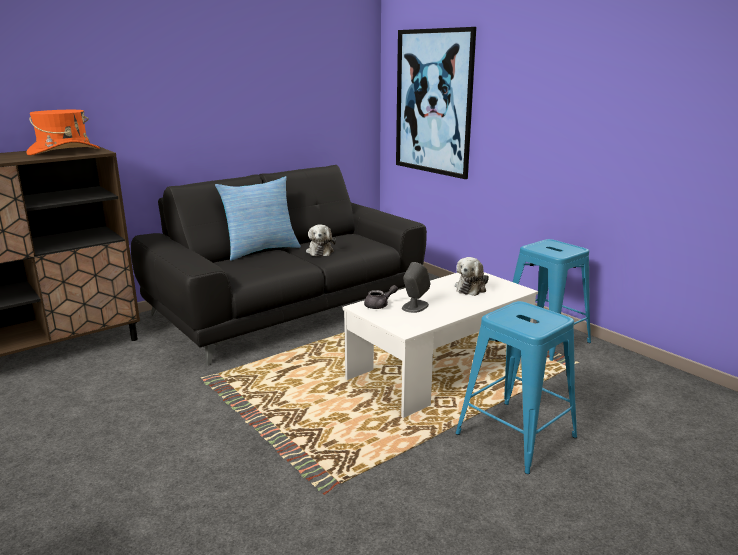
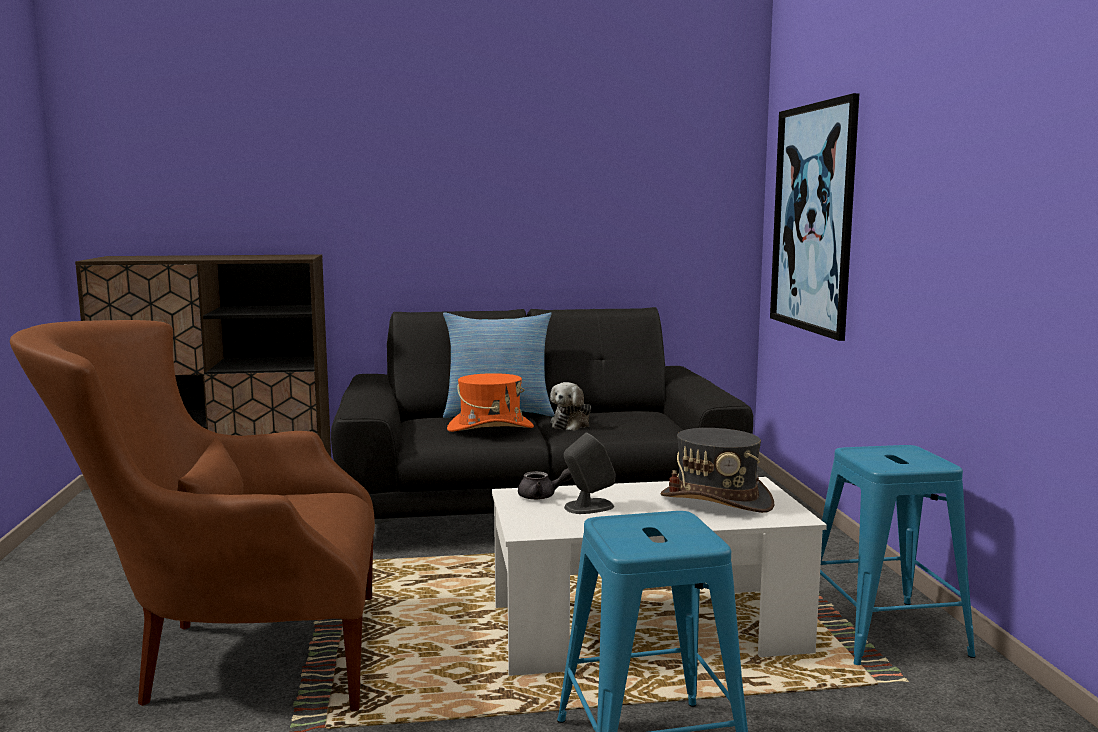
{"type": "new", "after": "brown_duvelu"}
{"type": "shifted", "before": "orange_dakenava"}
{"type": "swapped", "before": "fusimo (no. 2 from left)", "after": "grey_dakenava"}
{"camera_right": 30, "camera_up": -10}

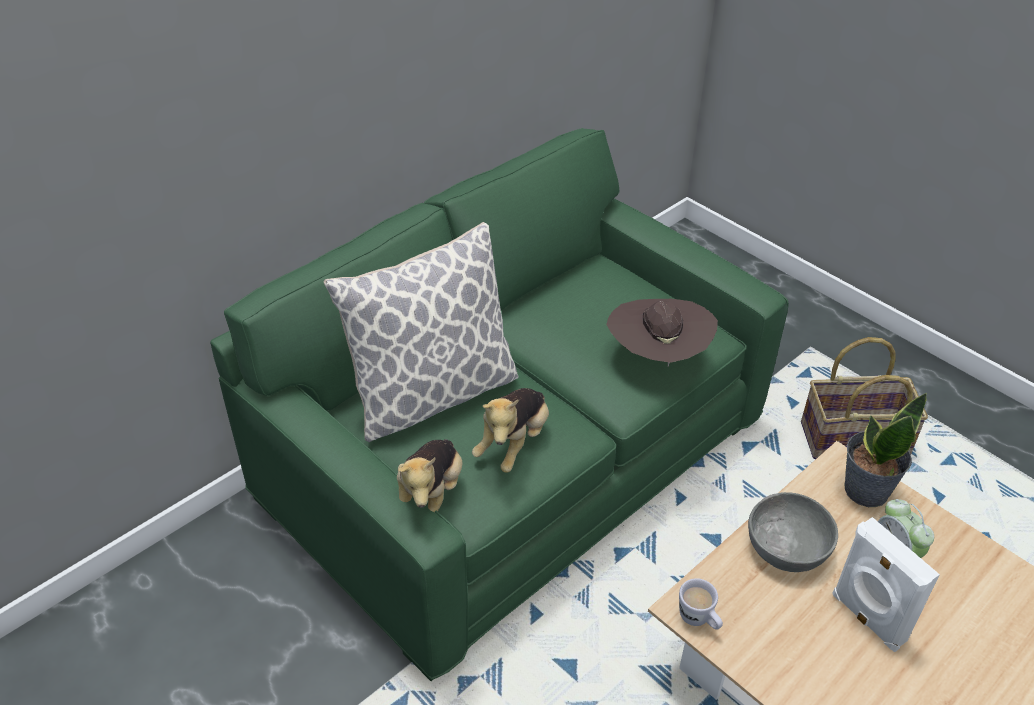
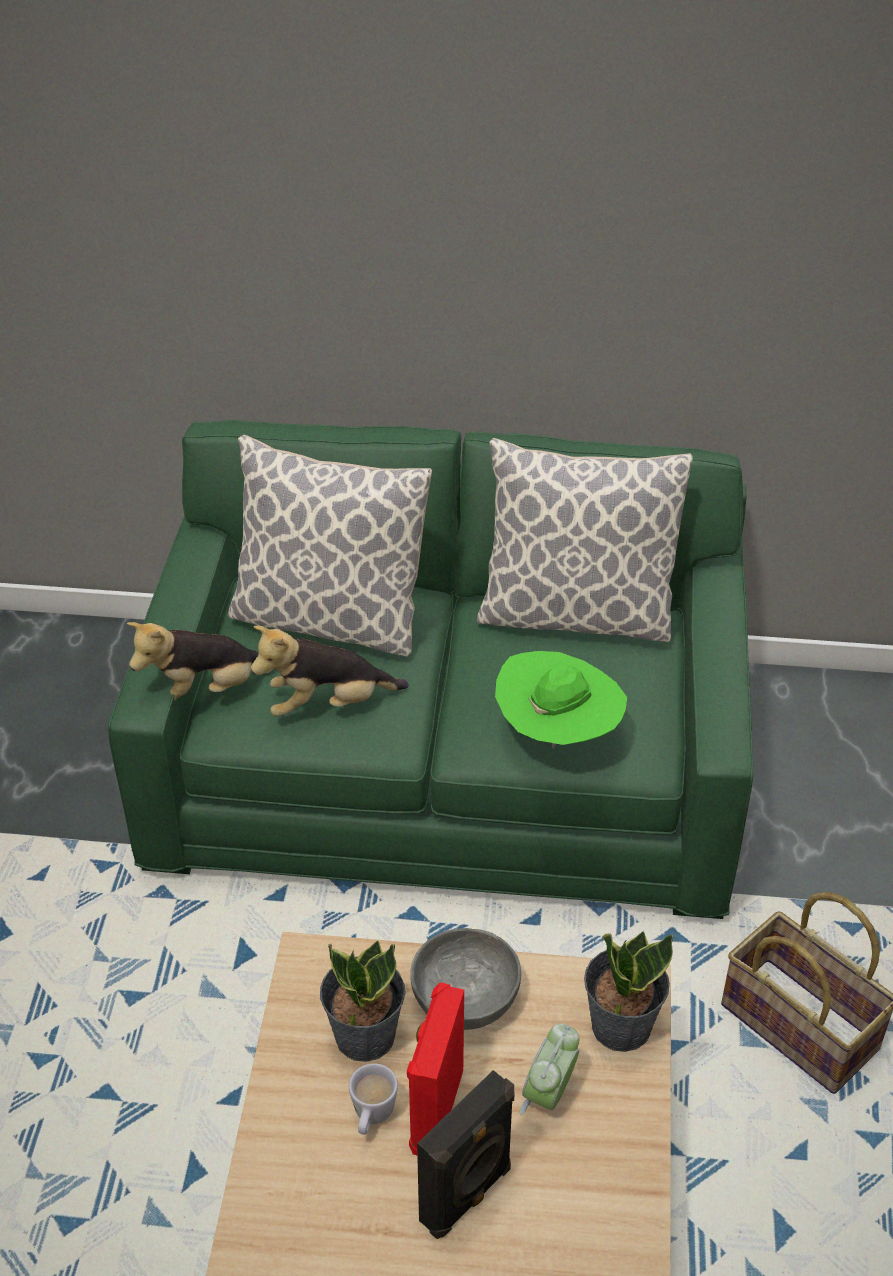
{"type": "new", "after": "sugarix (no. 1 from left)"}
{"type": "new", "after": "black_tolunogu"}
{"type": "new", "after": "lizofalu (no. 2 from left)"}
{"type": "shifted", "before": "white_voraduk"}
{"type": "repainted", "before": "brown_dakenava", "after": "green_dakenava"}
{"type": "repainted", "before": "white_tolunogu", "after": "red_tolunogu"}
{"camera_right": 50, "camera_up": 0}

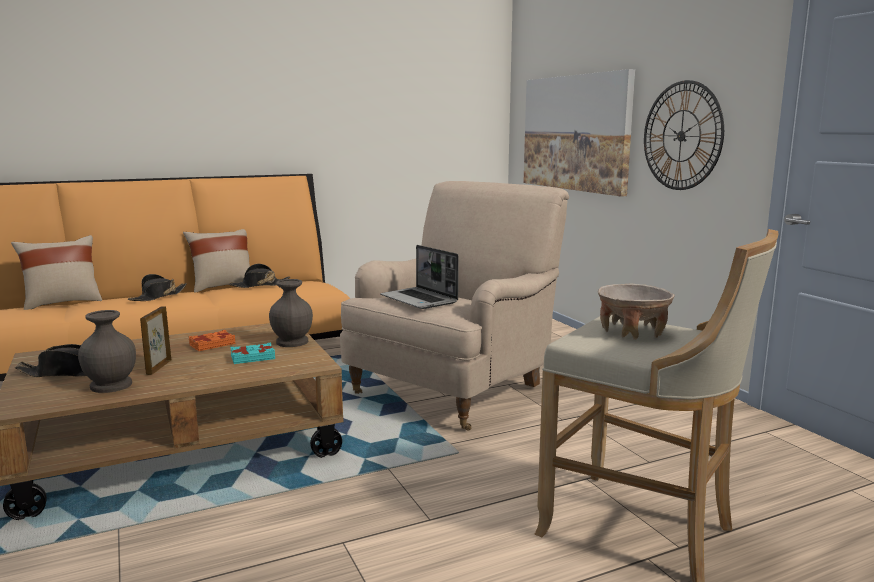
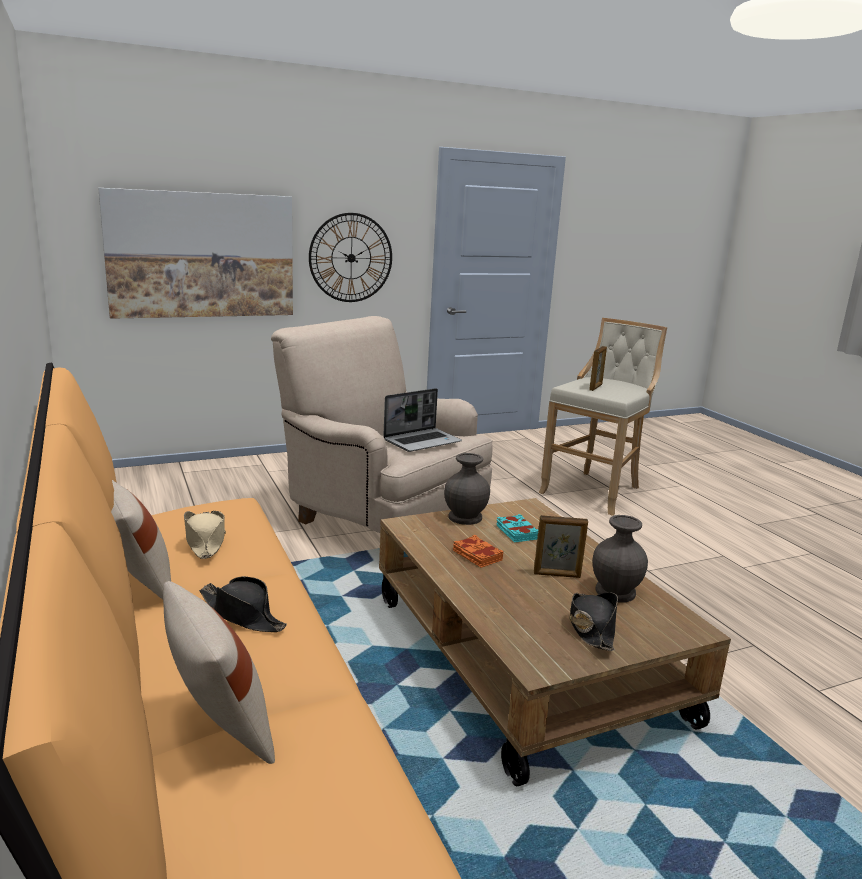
{"type": "swapped", "before": "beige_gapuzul", "after": "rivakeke (no. 2 from left)"}
{"type": "repainted", "before": "black_dakenava (no. 3 from left)", "after": "beige_dakenava"}
{"camera_right": -90, "camera_up": 5}

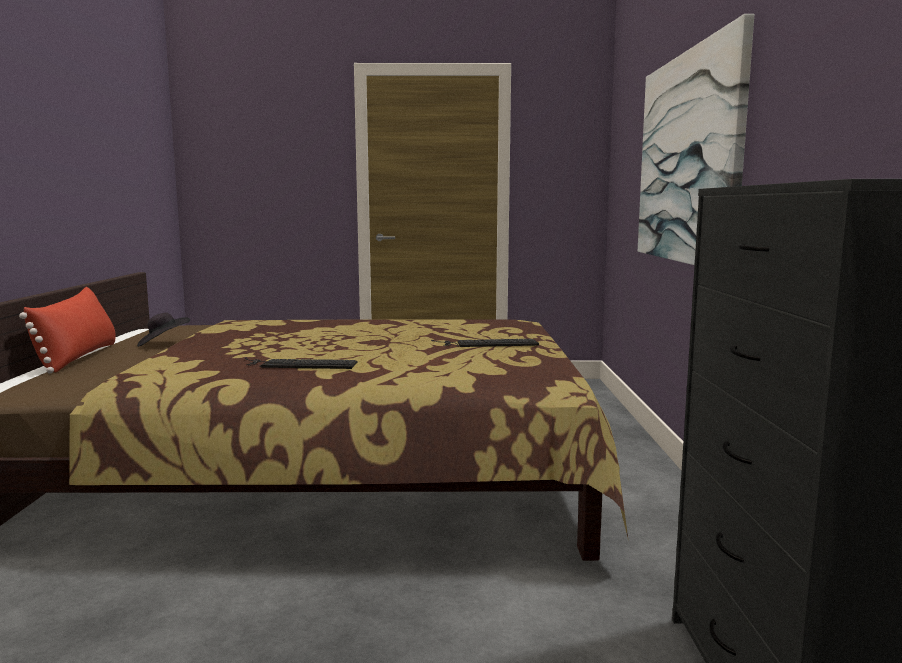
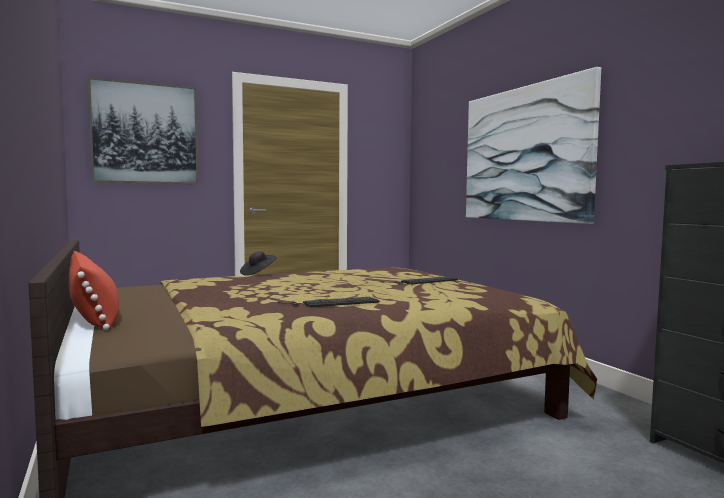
{"type": "new", "after": "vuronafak (no. 1 from left)"}
{"type": "shifted", "before": "black_dakenava"}
{"camera_right": -25, "camera_up": -5}

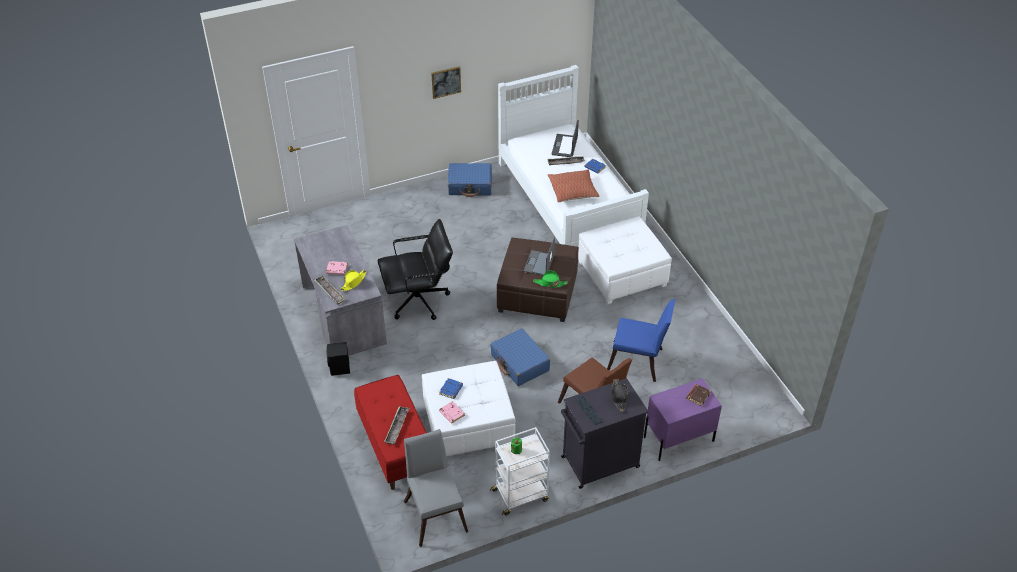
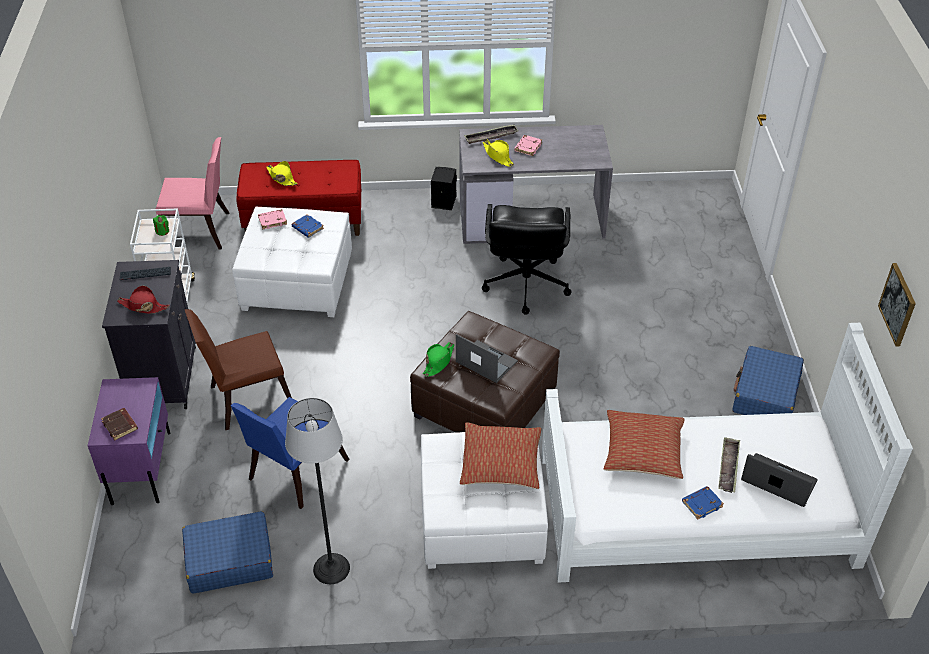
{"type": "new", "after": "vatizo"}
{"type": "new", "after": "lizofalu (no. 1 from left)"}
{"type": "shifted", "before": "vuronafak"}
{"type": "shifted", "before": "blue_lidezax (no. 2 from left in the first image)", "after": "blue_lidezax (no. 1 from left)"}
{"type": "swapped", "before": "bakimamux (no. 2 from left)", "after": "yellow_dakenava (no. 1 from left)"}
{"type": "repainted", "before": "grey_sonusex", "after": "pink_sonusex"}
{"type": "repainted", "before": "black_dakenava", "after": "red_dakenava"}
{"camera_right": 110, "camera_up": 0}

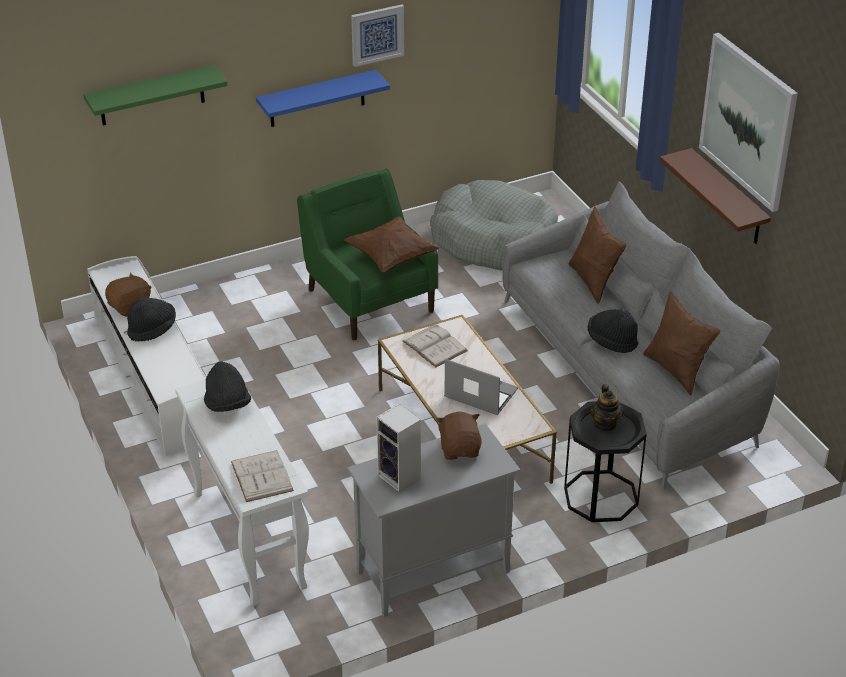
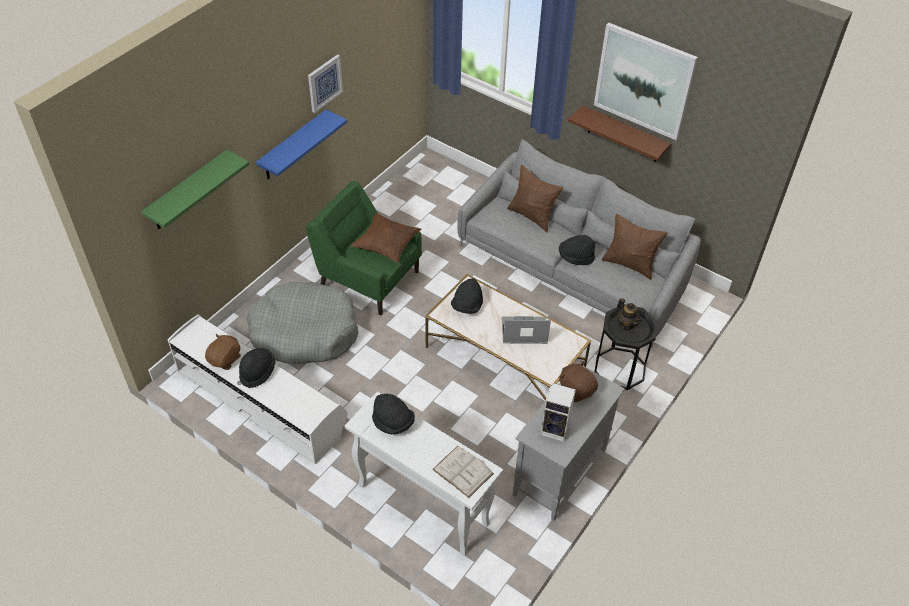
{"type": "shifted", "before": "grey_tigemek"}
{"type": "swapped", "before": "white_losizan (no. 2 from left)", "after": "black_dakenava (no. 3 from left)"}
{"camera_right": -30, "camera_up": 10}

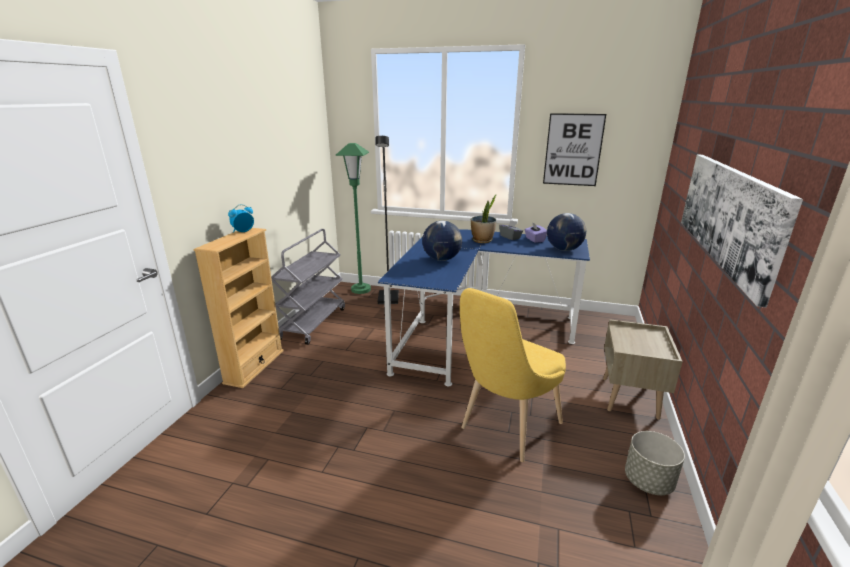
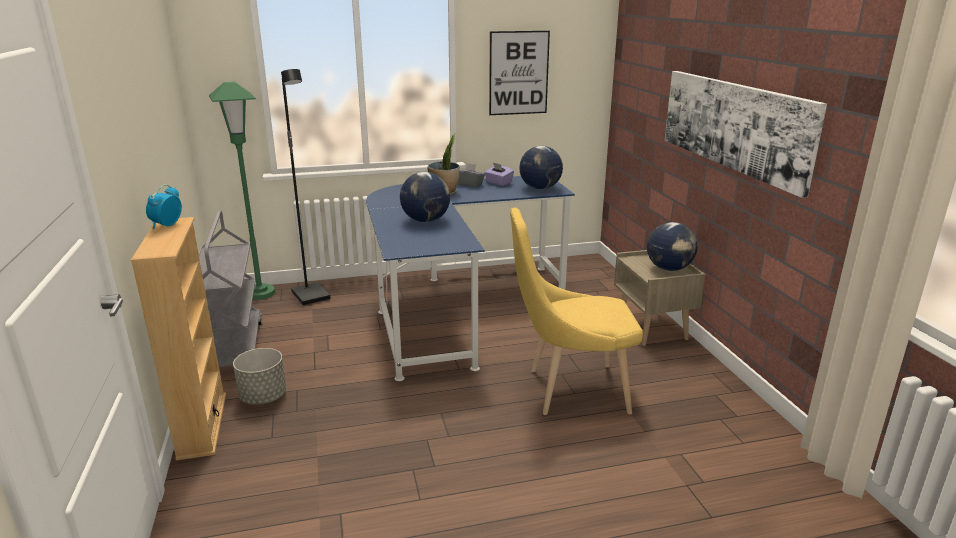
{"type": "new", "after": "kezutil (no. 3 from left)"}
{"type": "shifted", "before": "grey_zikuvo"}
{"type": "rotated", "before": "yellow_sonusex", "turn": 75}
{"camera_right": -30, "camera_up": 0}

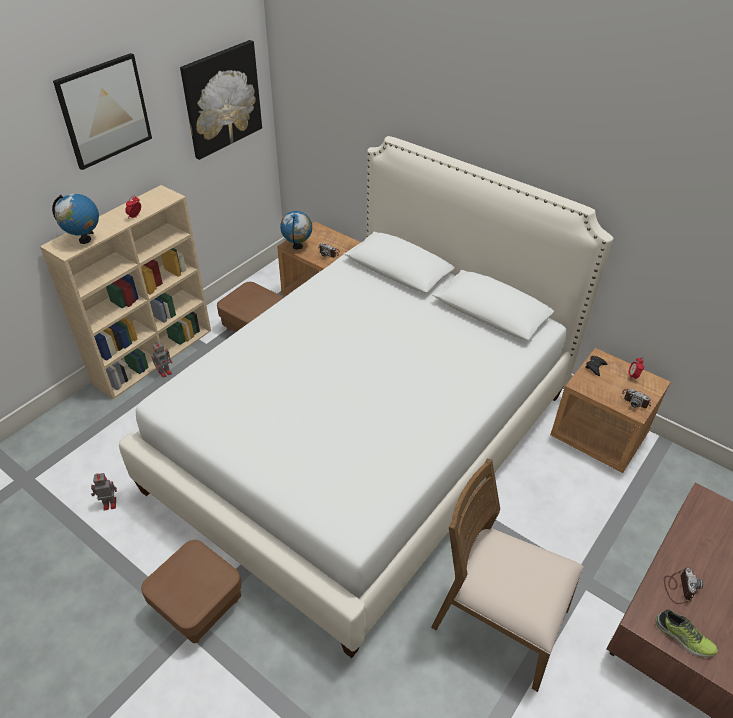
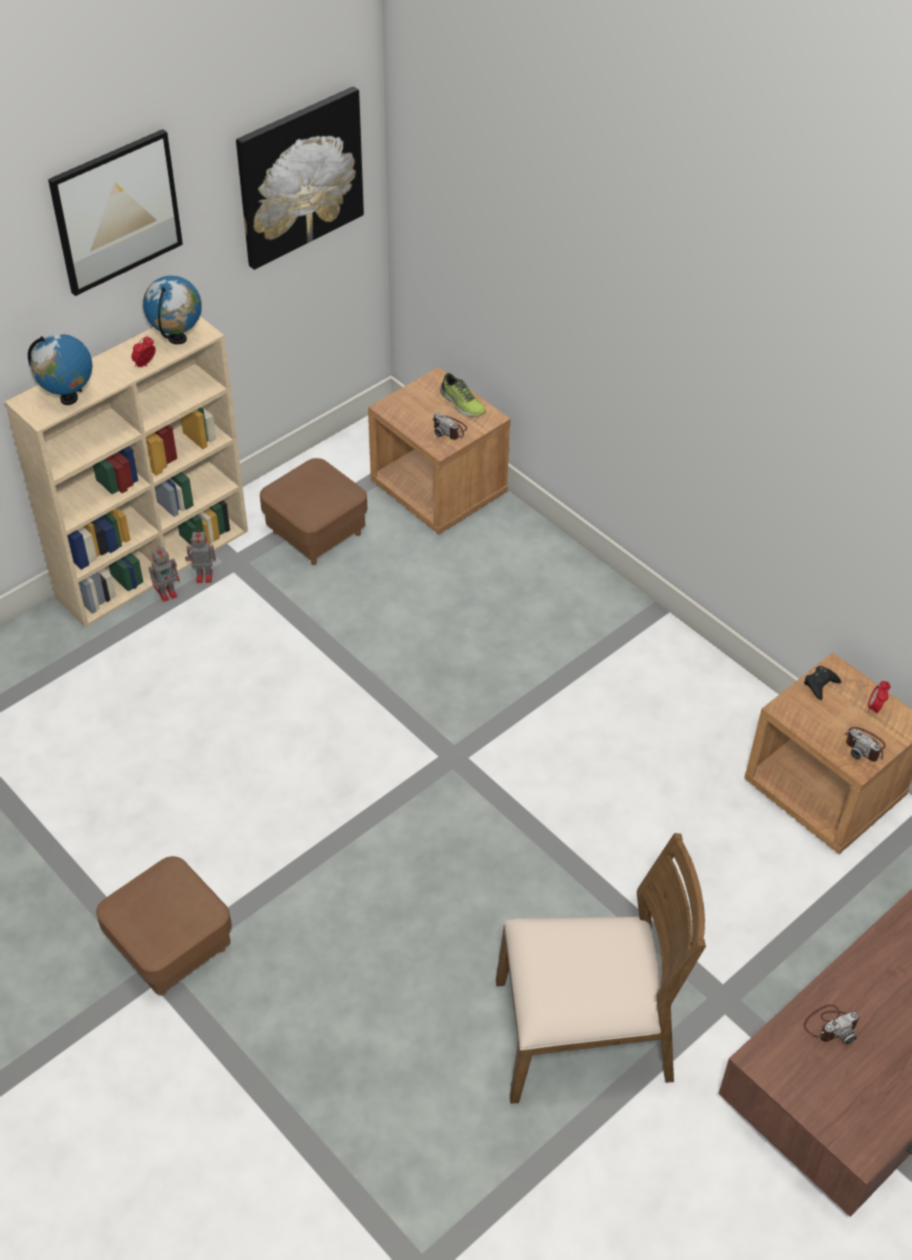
{"type": "gone", "before": "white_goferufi"}
{"type": "shifted", "before": "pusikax (no. 1 from left in the first image)", "after": "pusikax (no. 2 from left)"}
{"type": "shifted", "before": "kezutil (no. 2 from left)"}
{"type": "shifted", "before": "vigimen"}
{"type": "rotated", "before": "brown_sonusex", "turn": 135}
{"type": "rotated", "before": "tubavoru (no. 3 from left in the first image)", "turn": 45}
{"camera_right": 10, "camera_up": 5}

